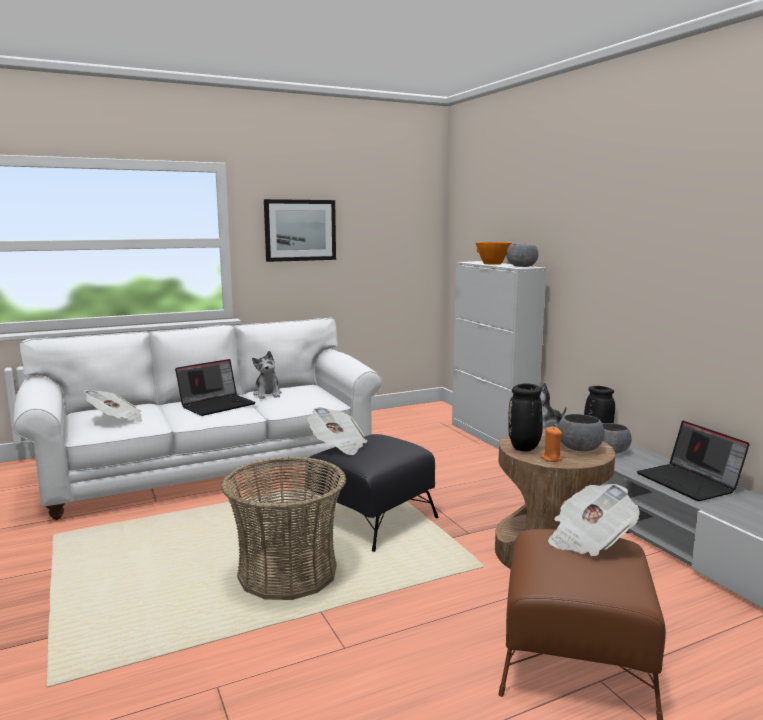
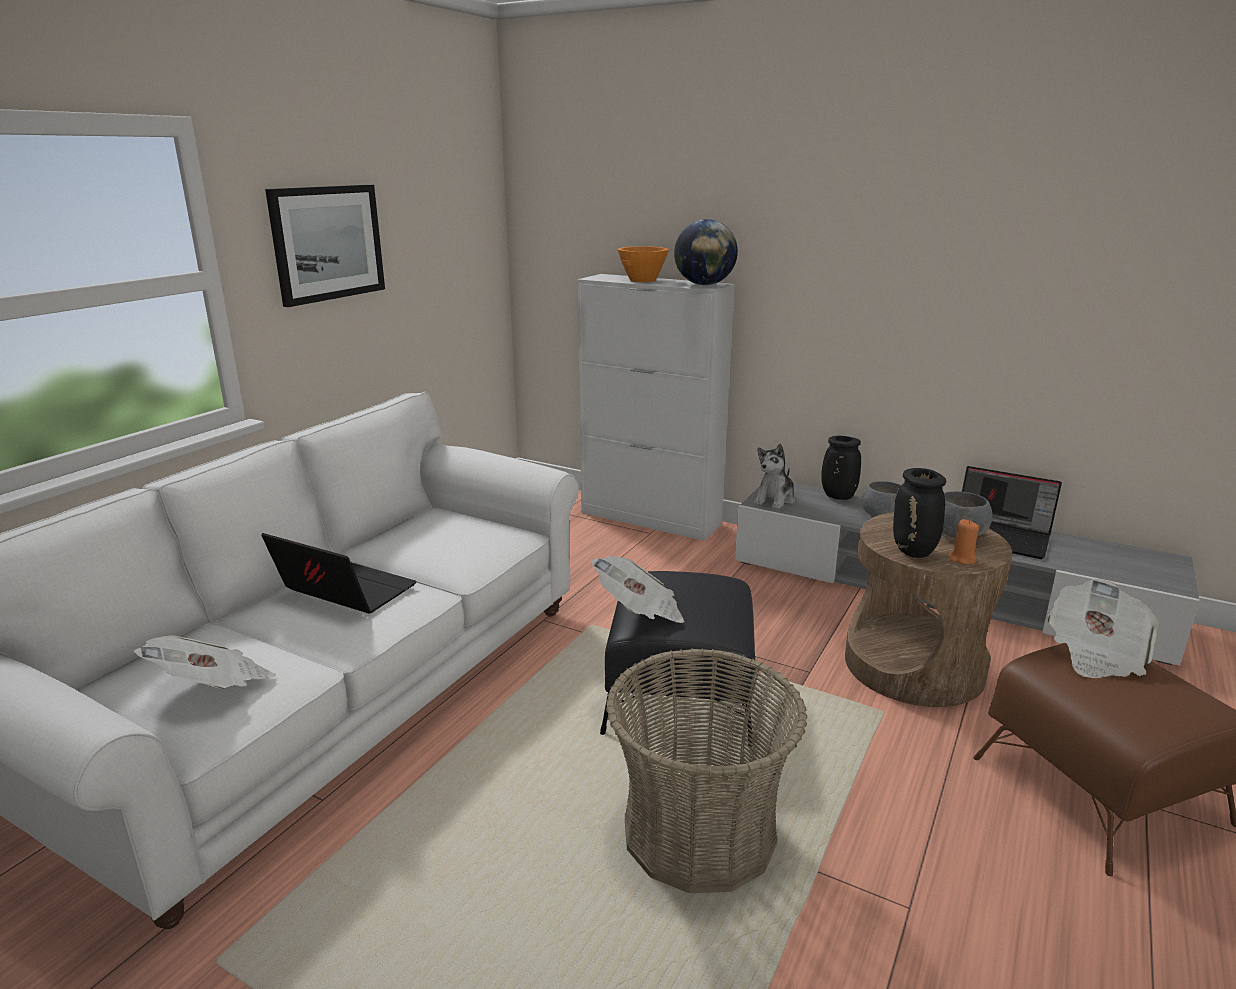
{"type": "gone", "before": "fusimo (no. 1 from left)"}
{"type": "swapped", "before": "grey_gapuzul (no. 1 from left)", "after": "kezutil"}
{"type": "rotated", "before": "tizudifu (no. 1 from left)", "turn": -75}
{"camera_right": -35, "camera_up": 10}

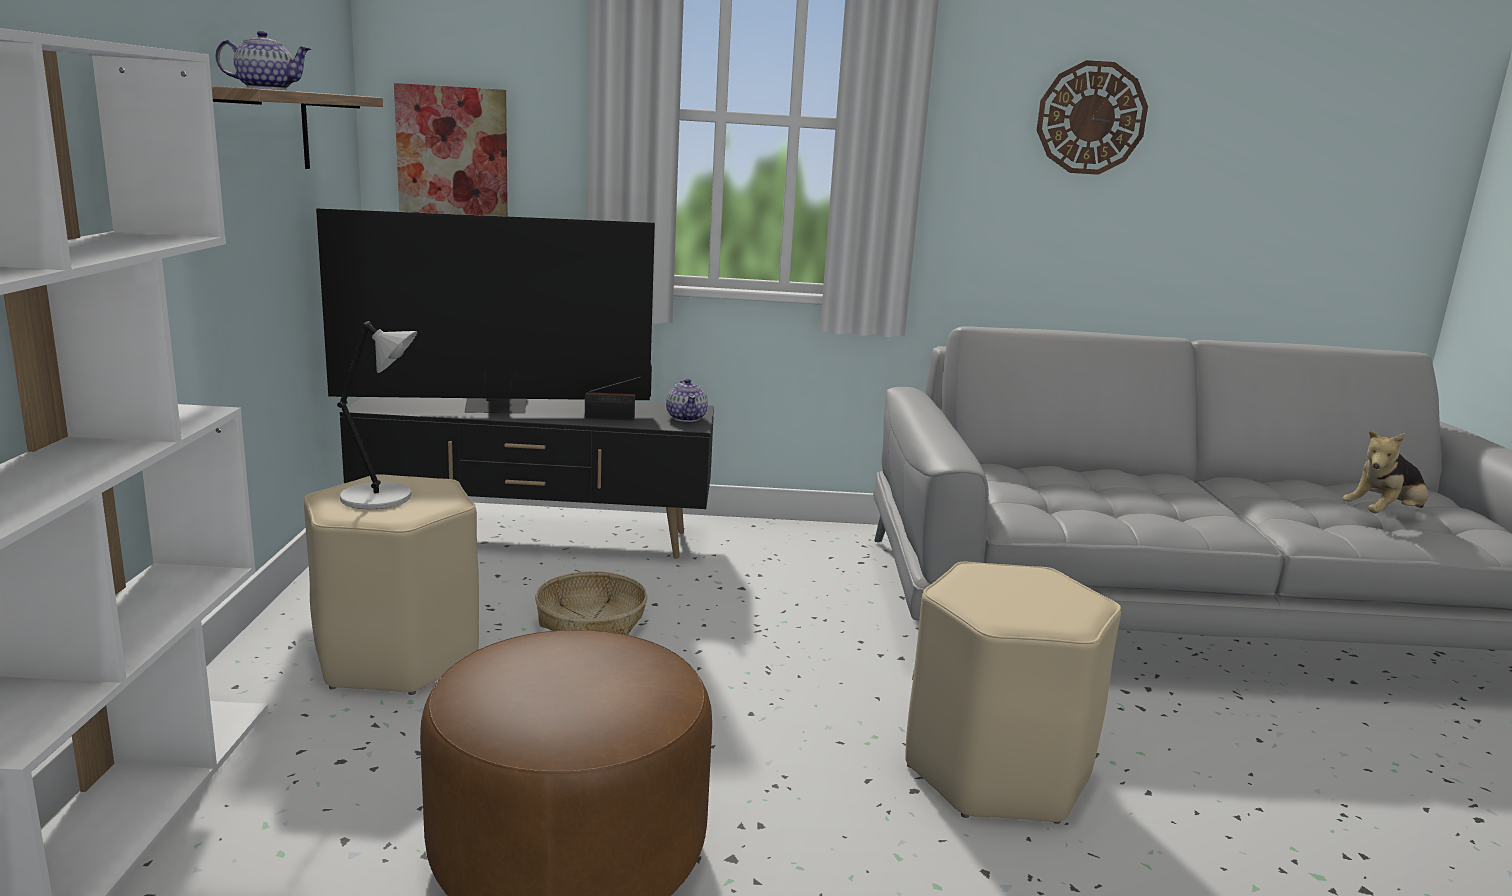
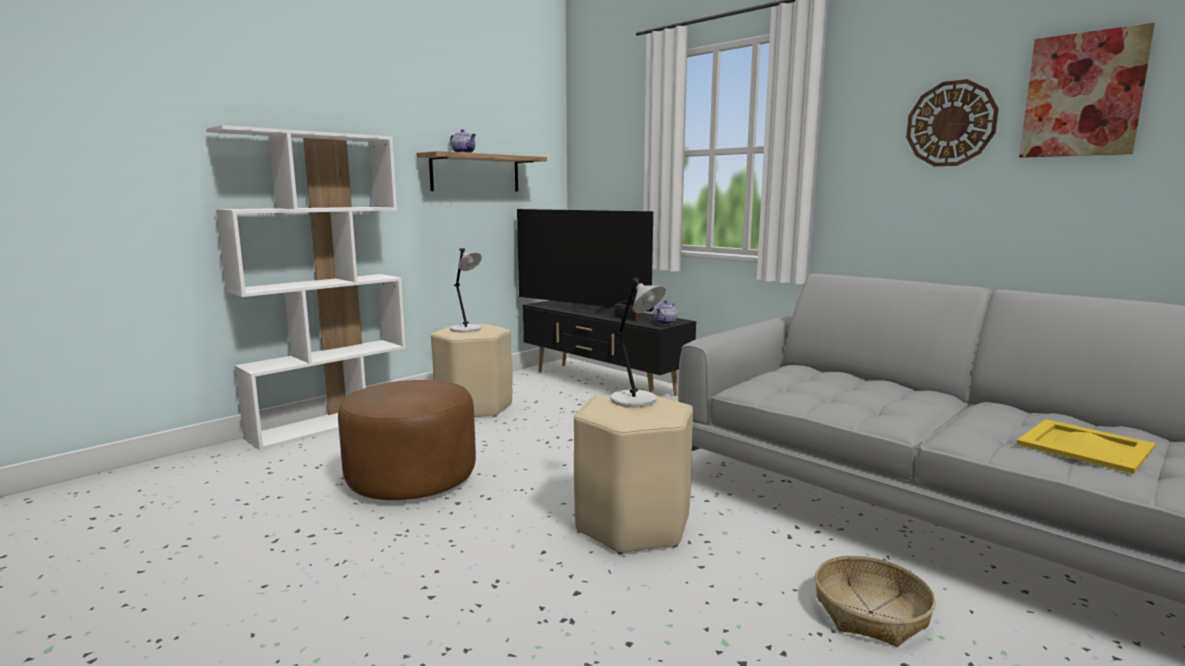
{"type": "new", "after": "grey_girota (no. 2 from left)"}
{"type": "shifted", "before": "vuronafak"}
{"type": "shifted", "before": "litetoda"}
{"type": "swapped", "before": "fusimo", "after": "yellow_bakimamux"}
{"camera_right": 45, "camera_up": -5}

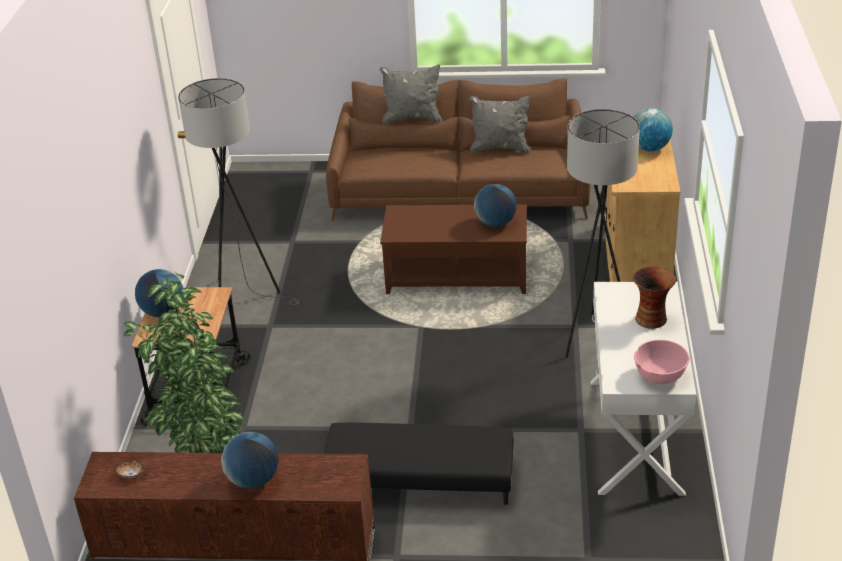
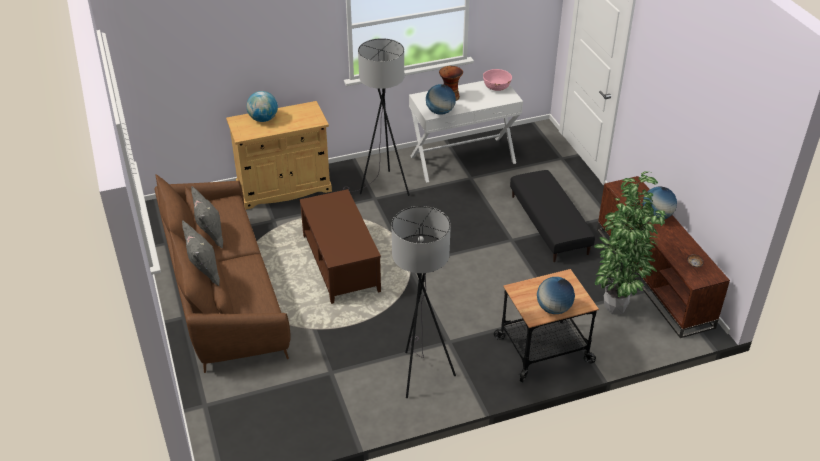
{"type": "shifted", "before": "kezutil (no. 3 from left in the first image)", "after": "kezutil (no. 2 from left)"}
{"camera_right": -115, "camera_up": 5}

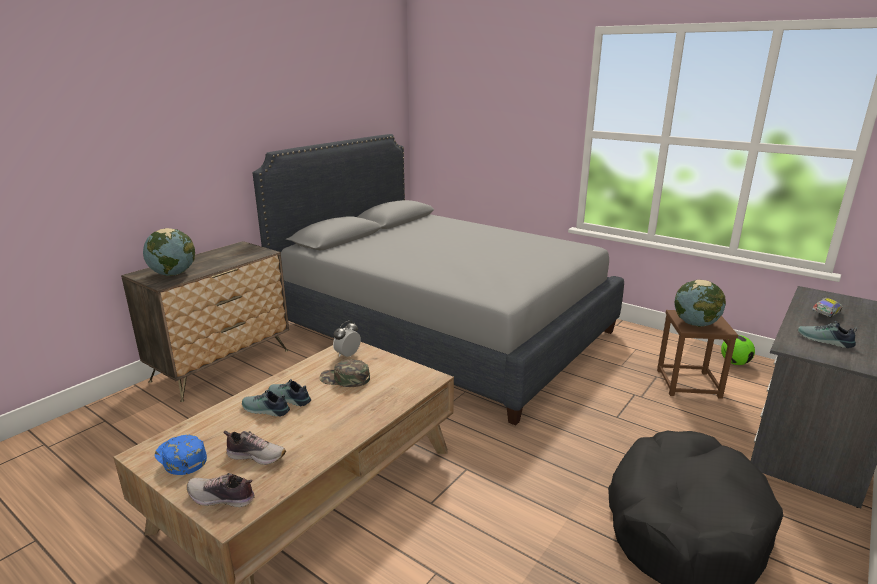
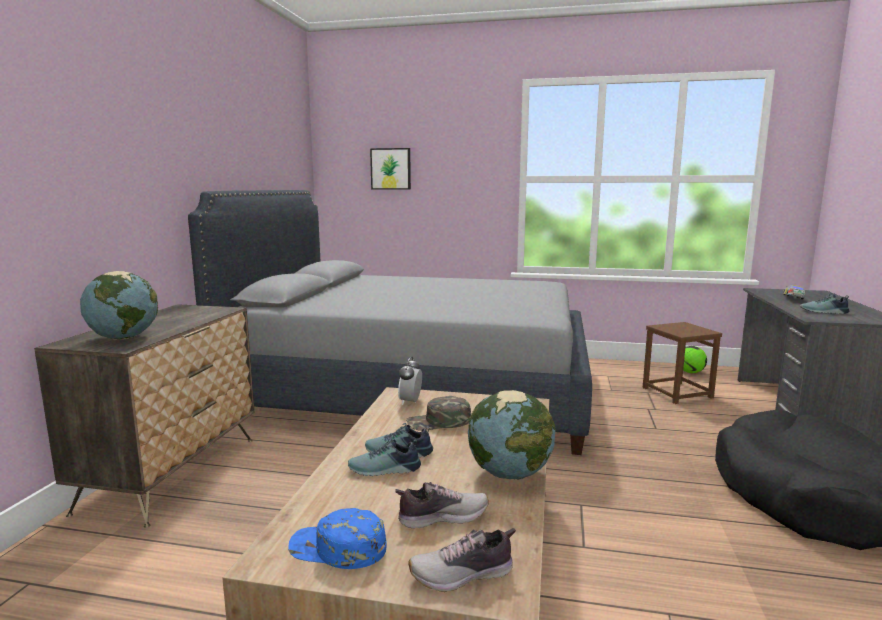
{"type": "new", "after": "vuronafak"}
{"type": "shifted", "before": "kezutil (no. 2 from left)"}
{"camera_right": -25, "camera_up": -10}

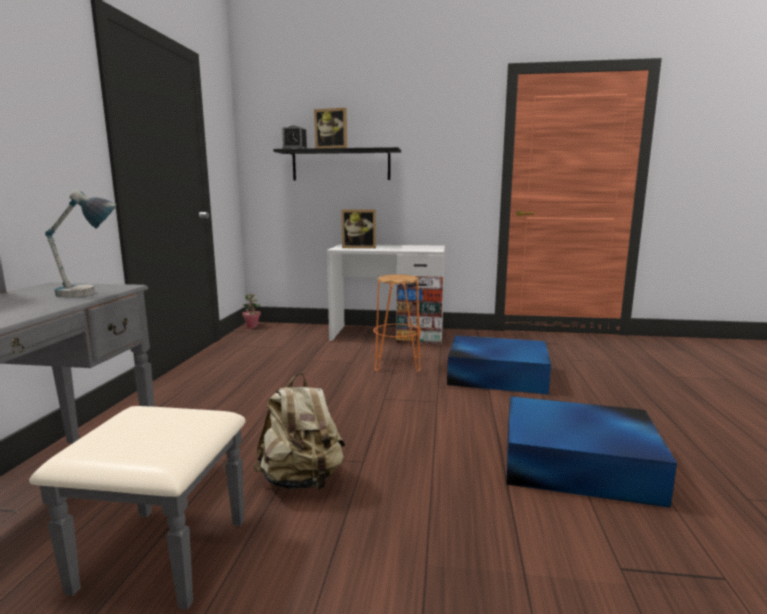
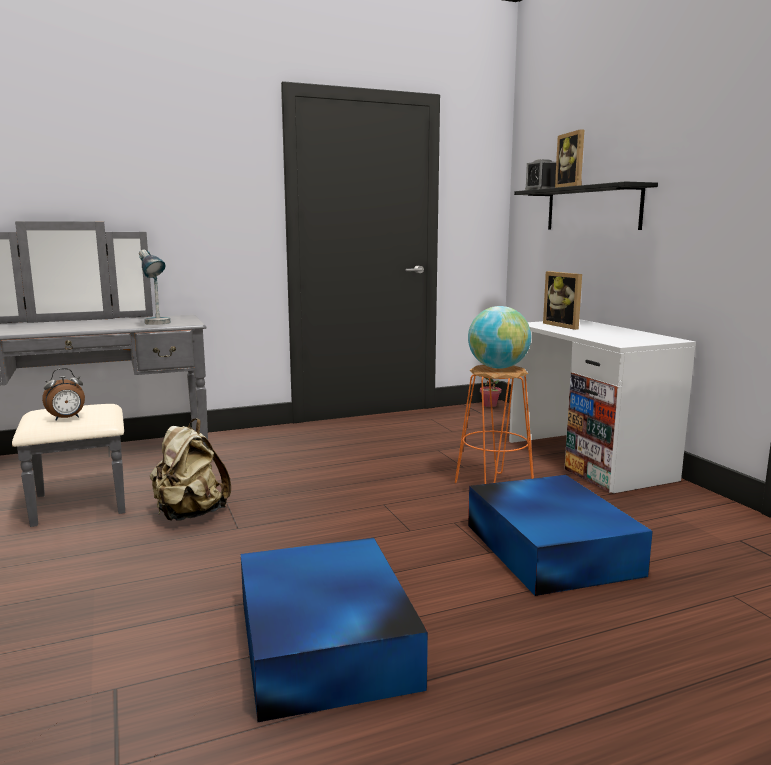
{"type": "new", "after": "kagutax (no. 1 from left)"}
{"type": "new", "after": "kezutil"}
{"camera_right": 60, "camera_up": 0}

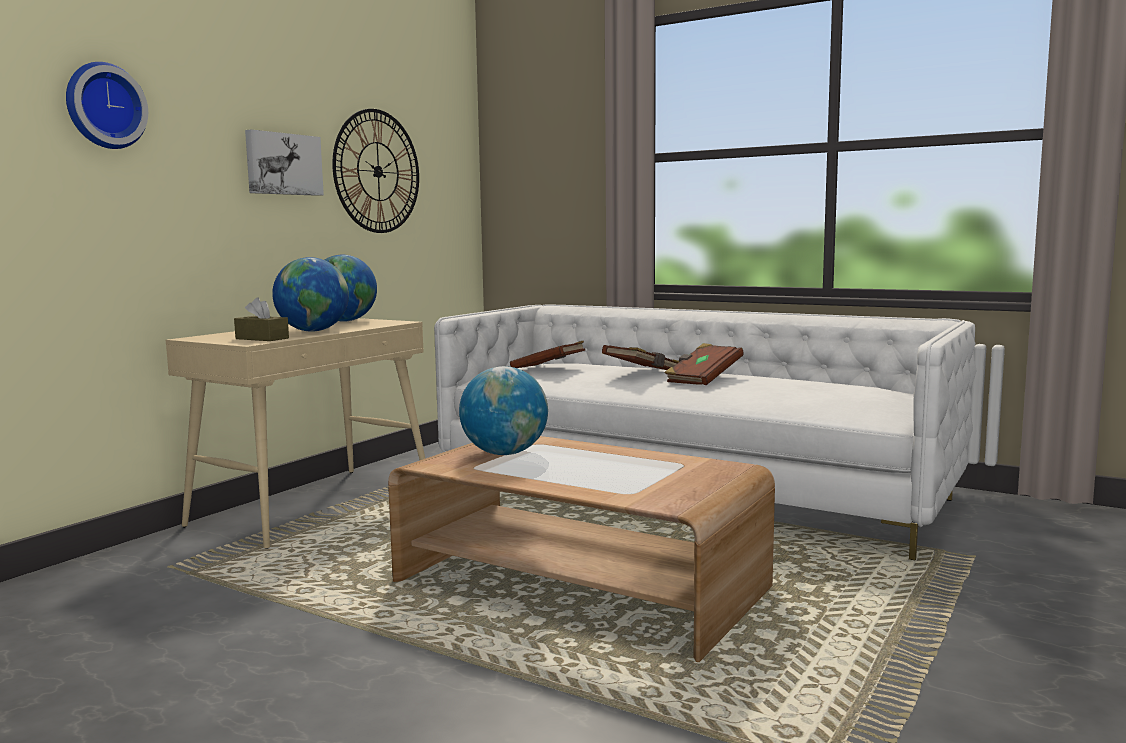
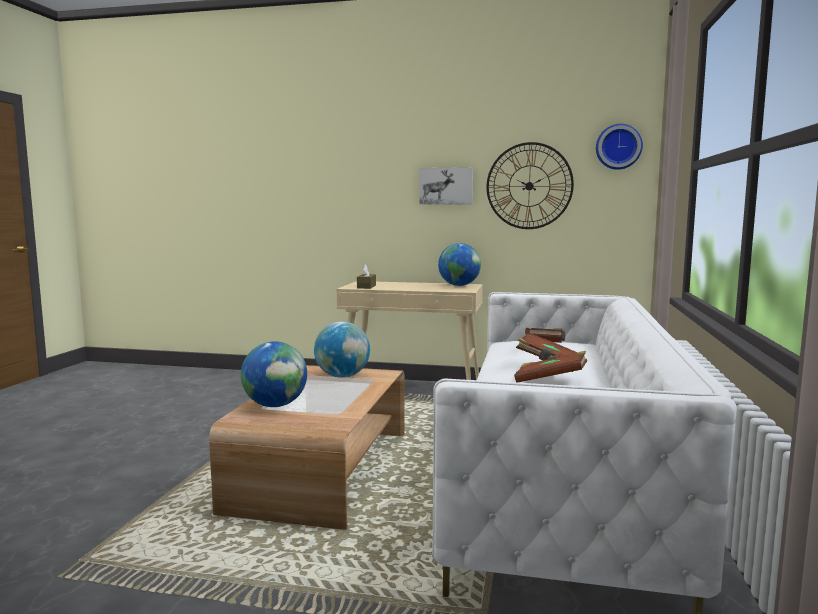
{"type": "shifted", "before": "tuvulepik (no. 1 from left in the first image)", "after": "tuvulepik (no. 2 from left)"}
{"type": "shifted", "before": "kezutil (no. 1 from left)"}
{"camera_right": 70, "camera_up": 0}

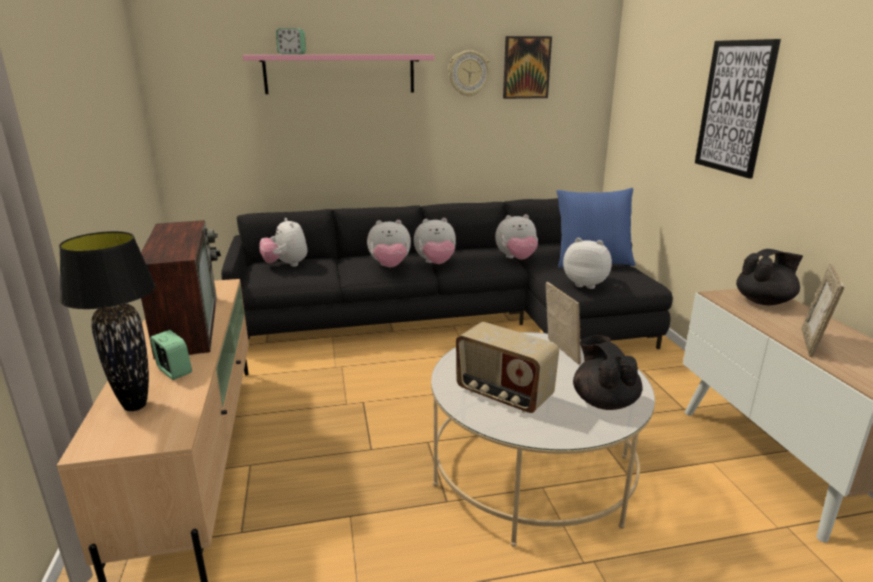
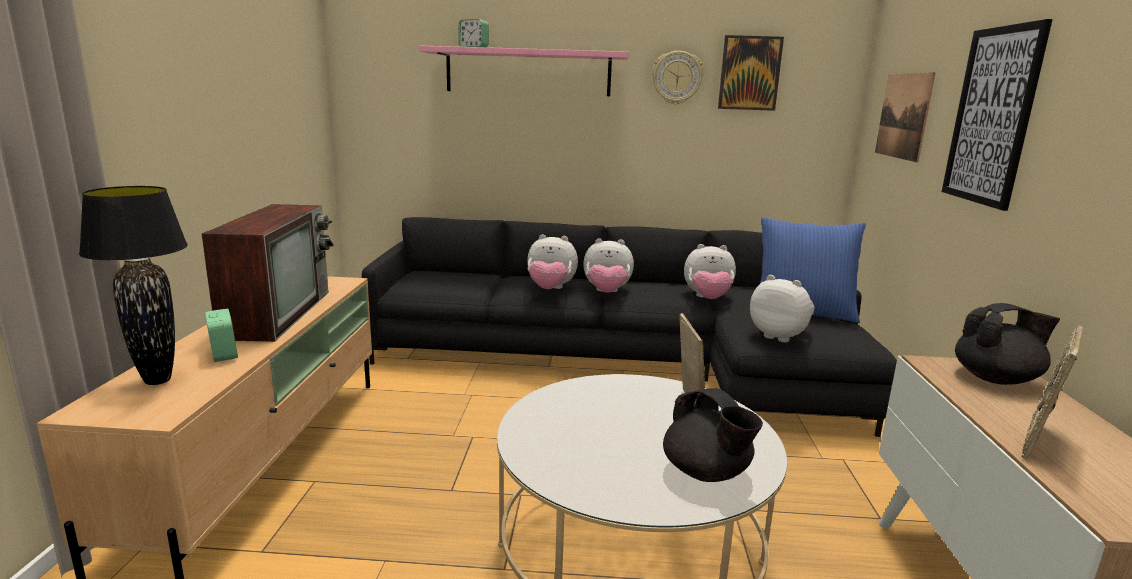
{"type": "gone", "before": "fusimo (no. 1 from left)"}
{"type": "gone", "before": "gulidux"}
{"type": "new", "after": "vuronafak (no. 2 from left)"}
{"type": "rotated", "before": "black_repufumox (no. 1 from left)", "turn": 150}
{"camera_right": 15, "camera_up": -5}

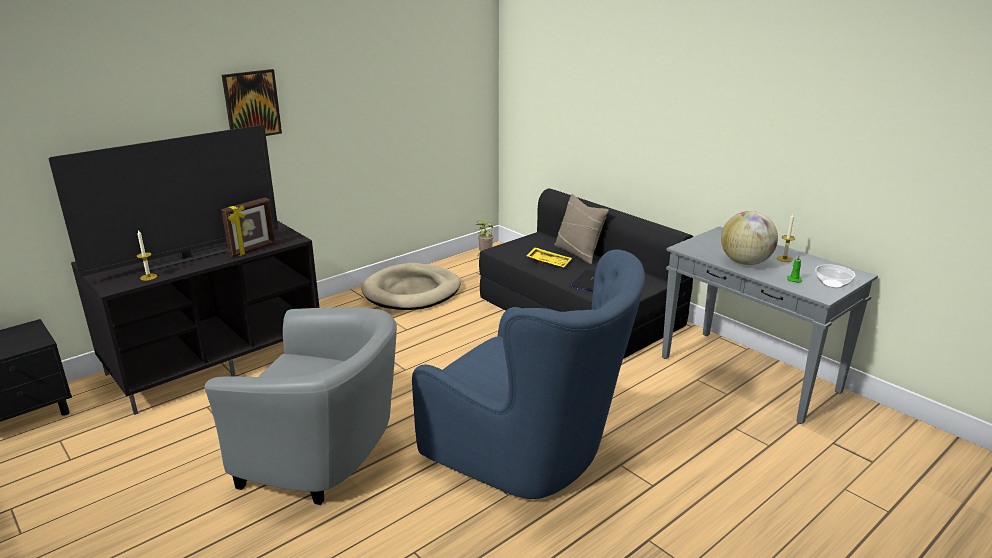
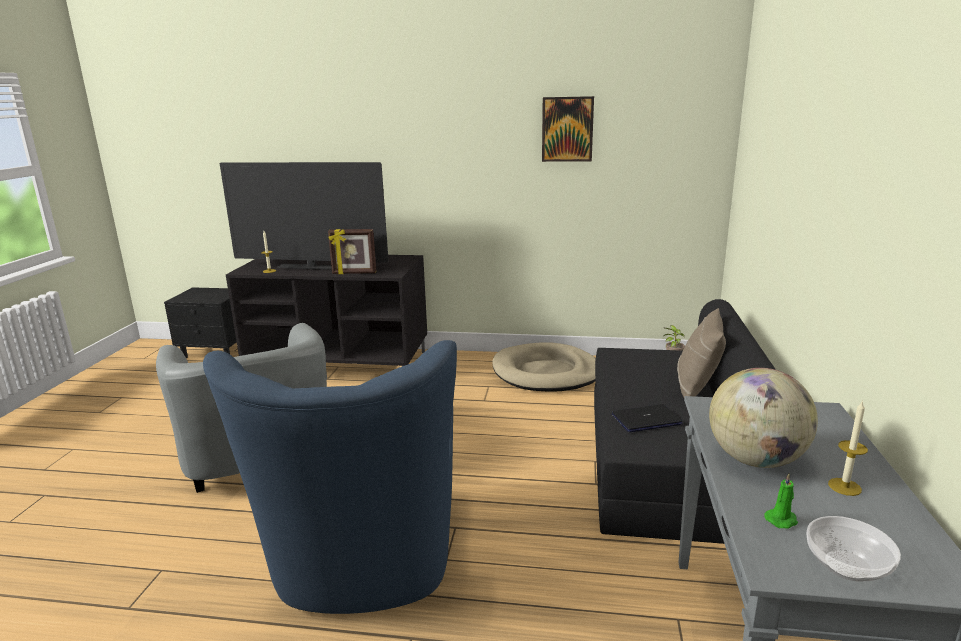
{"type": "gone", "before": "yellow_bakimamux"}
{"type": "shifted", "before": "vuronafak"}
{"camera_right": 50, "camera_up": -5}

